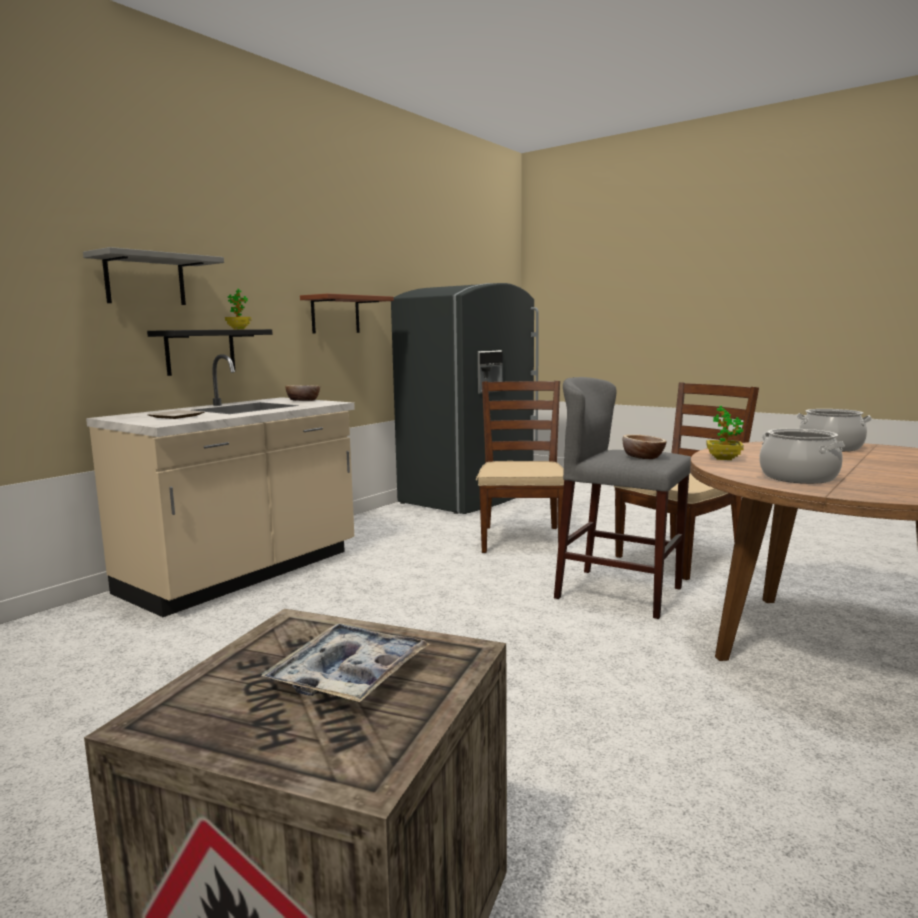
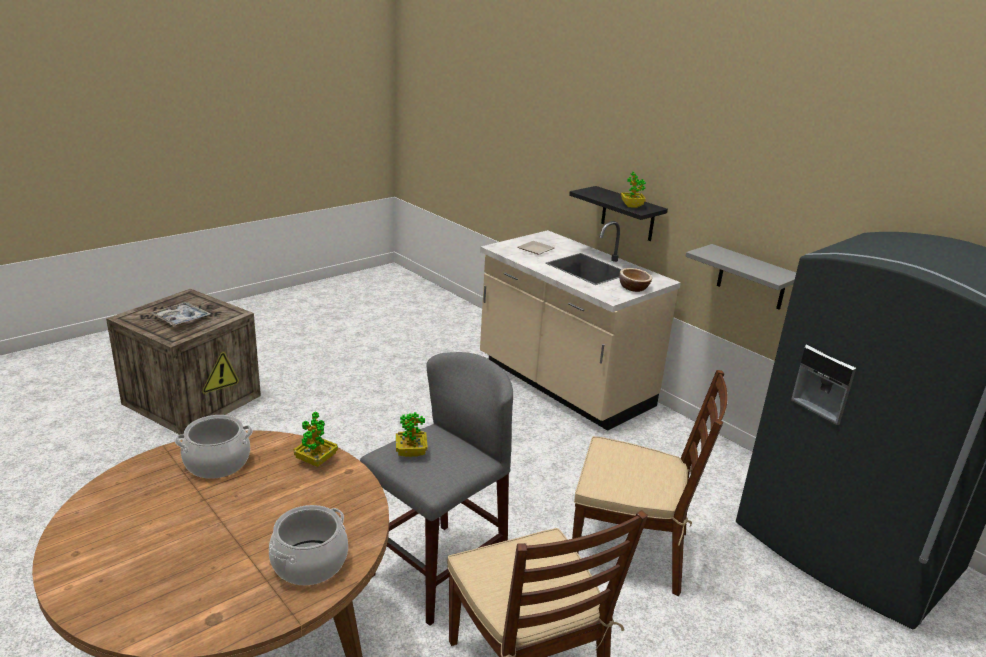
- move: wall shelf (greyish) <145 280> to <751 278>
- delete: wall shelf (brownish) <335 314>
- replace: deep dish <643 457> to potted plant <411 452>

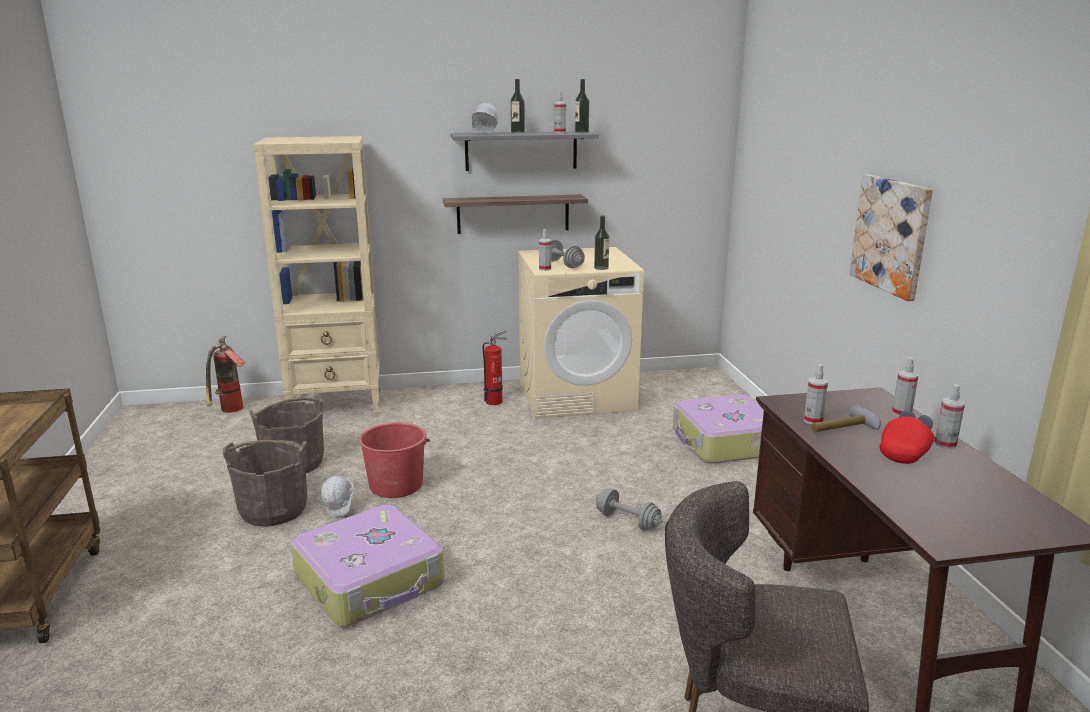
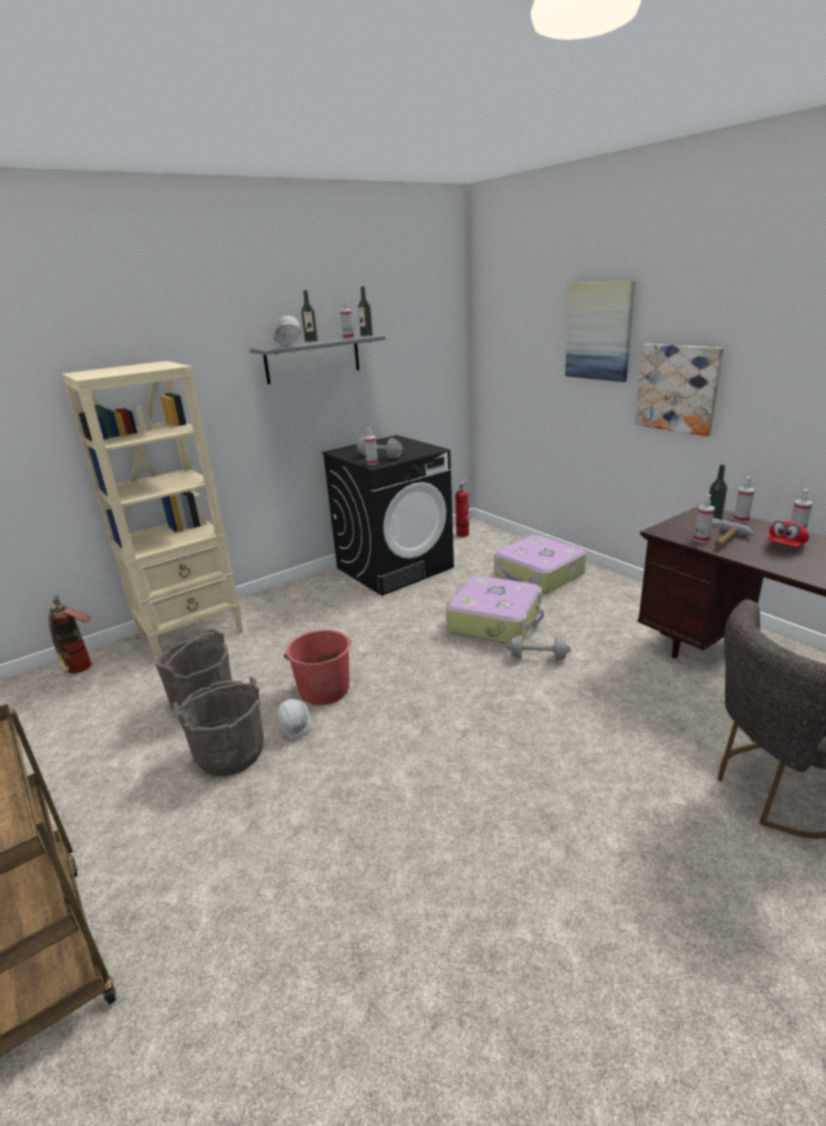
- move: travel case <371 580> to <496 621>
- delete: wall shelf <513 214>
- move: fire extinguisher <496 401> to <463 533>
- recolor: laundry appliance (beige) <577 395> to laundry appliance (black) <395 567>
- move: drink bottle <601 268> to <713 520>
- rotate: cap (red) <905 452> = <785 546> 150 degrees counterclockwise
- insert: picture <599 331>

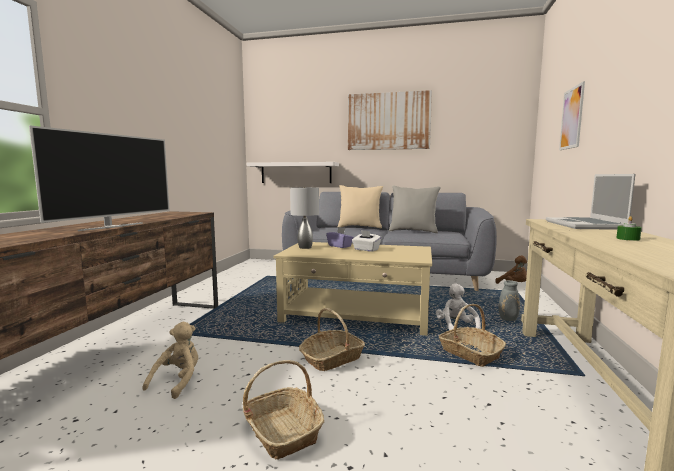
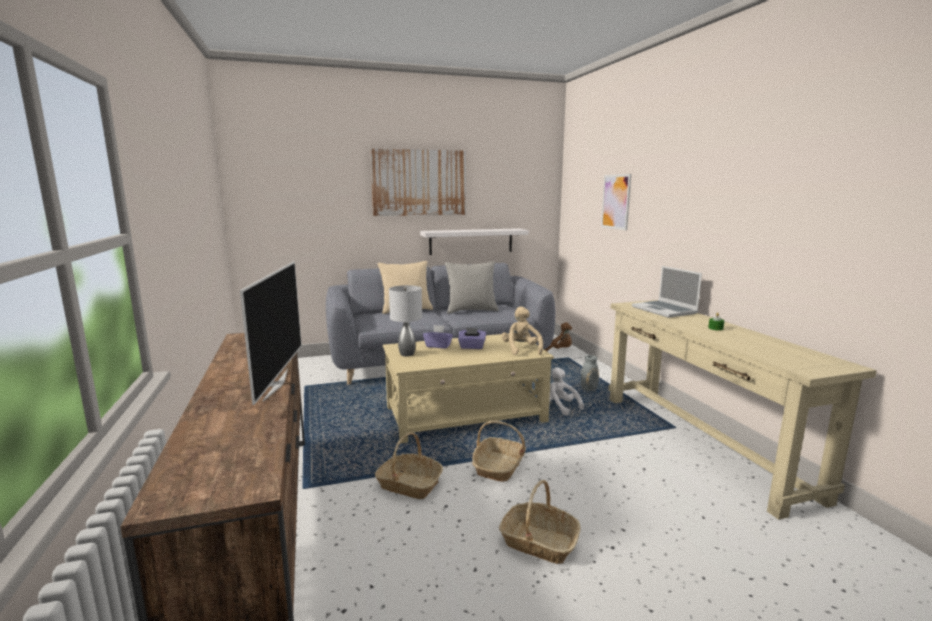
- move: plush toy (beige) <178 381> to <521 350>
- move: wall shelf (white) <296 173> to <471 241>
- recolor: tissue holder (white) <366 249> to tissue holder (purplish) <472 347>
- move: storage basket <470 353> to <409 484>

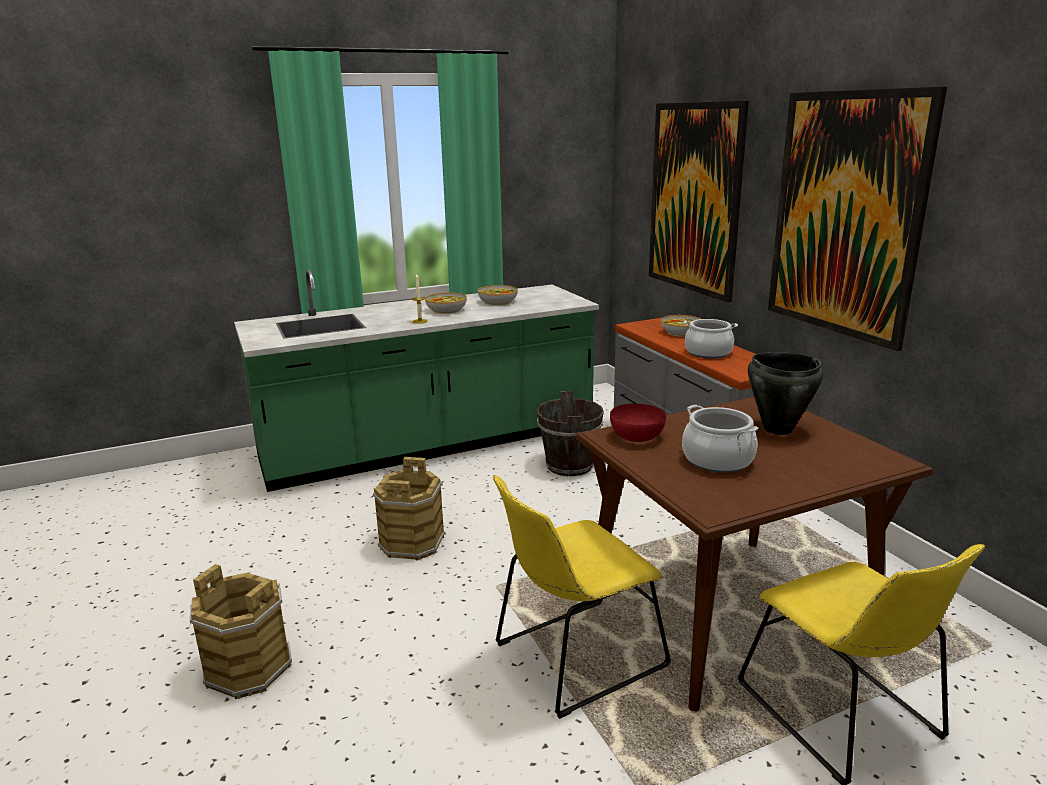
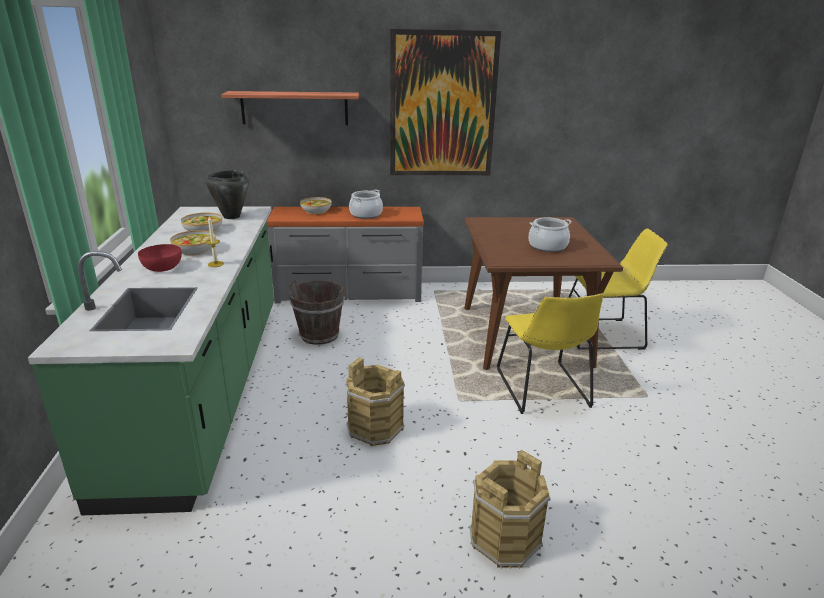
- move: deep dish (red) <637 436> to <162 268>
- replace: picture <694 199> to wall shelf <294 108>
- move: saucepot (black) <777 429> to <231 216>

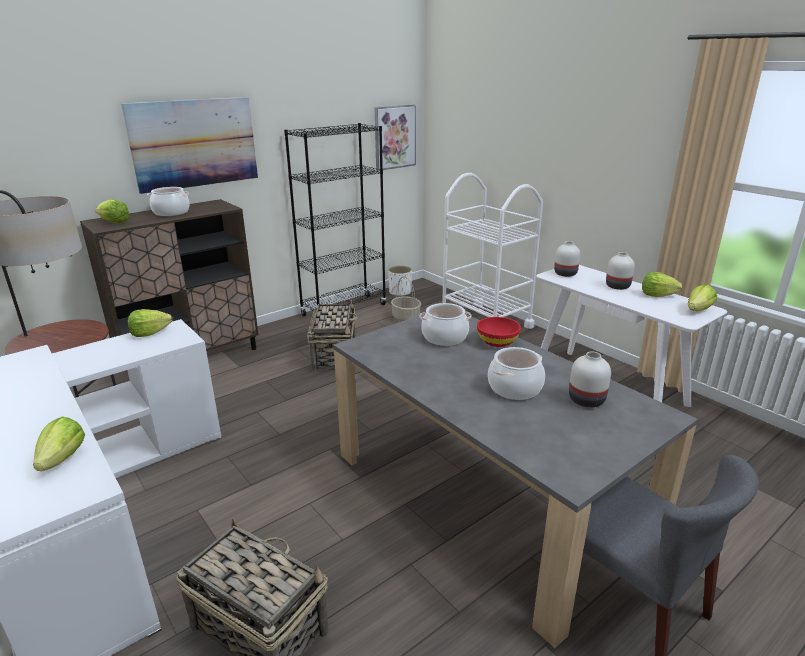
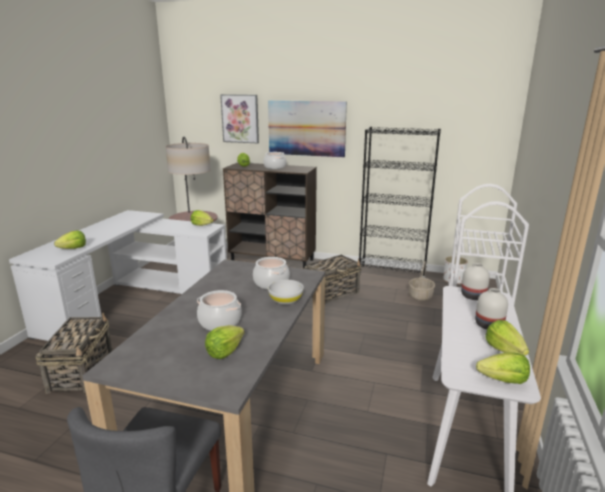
- move: picture <394 137> to <240 118>
- recolor: deep dish (red) <497 342> to deep dish (white) <286 300>
- replace: vase (white) <586 400> to head of lettuce <225 352>

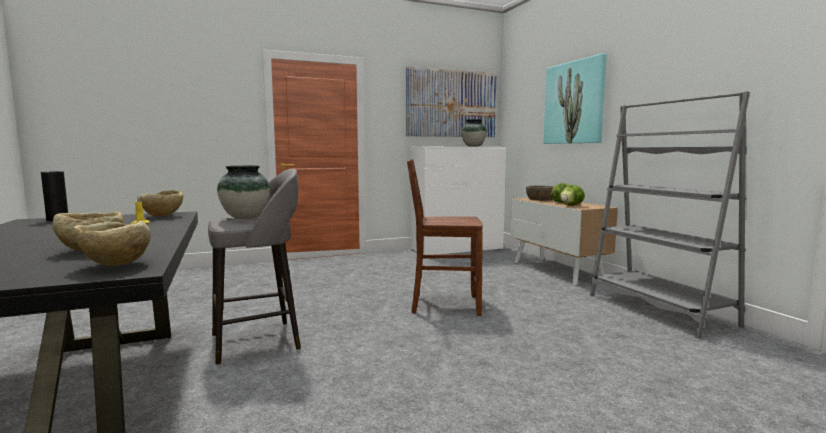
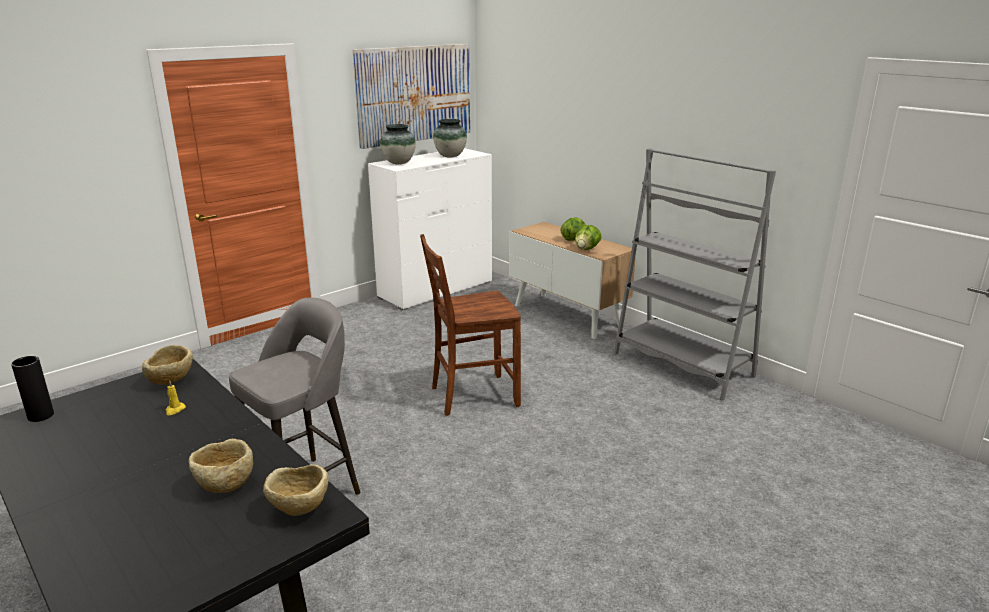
- move: vase <245 217> to <398 163>
- delete: deep dish (brownish) <540 199>
- delete: picture <574 103>

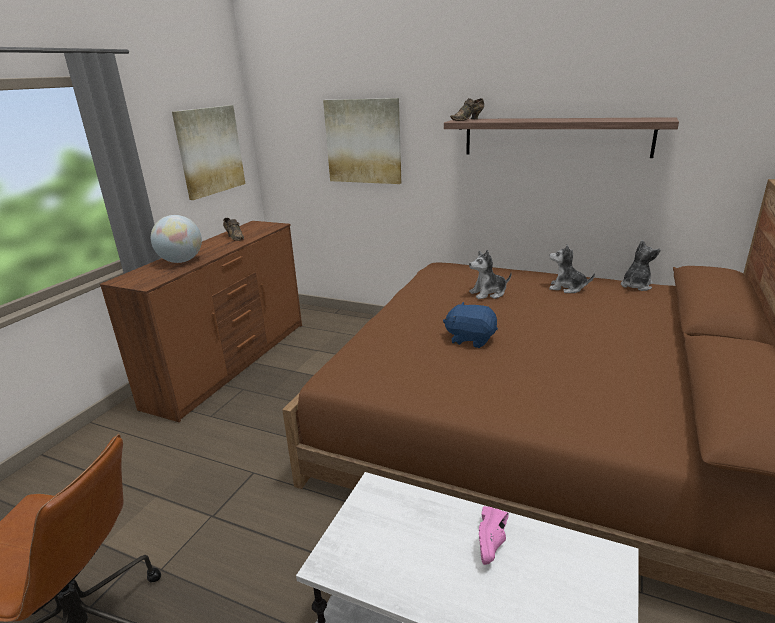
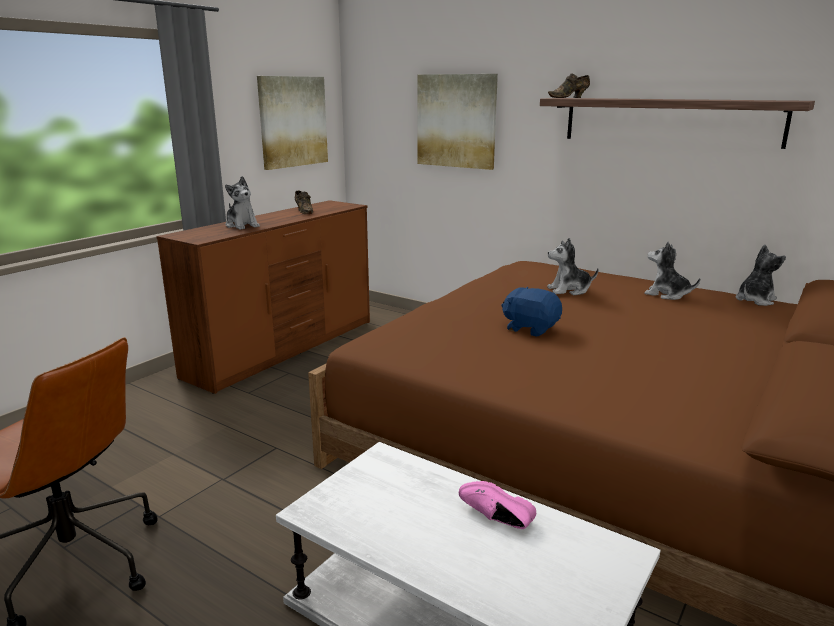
- replace: world globe <181 261> to plush toy <242 225>
- rotate: shoe (pinkish) <494 542> = <494 519> 90 degrees clockwise

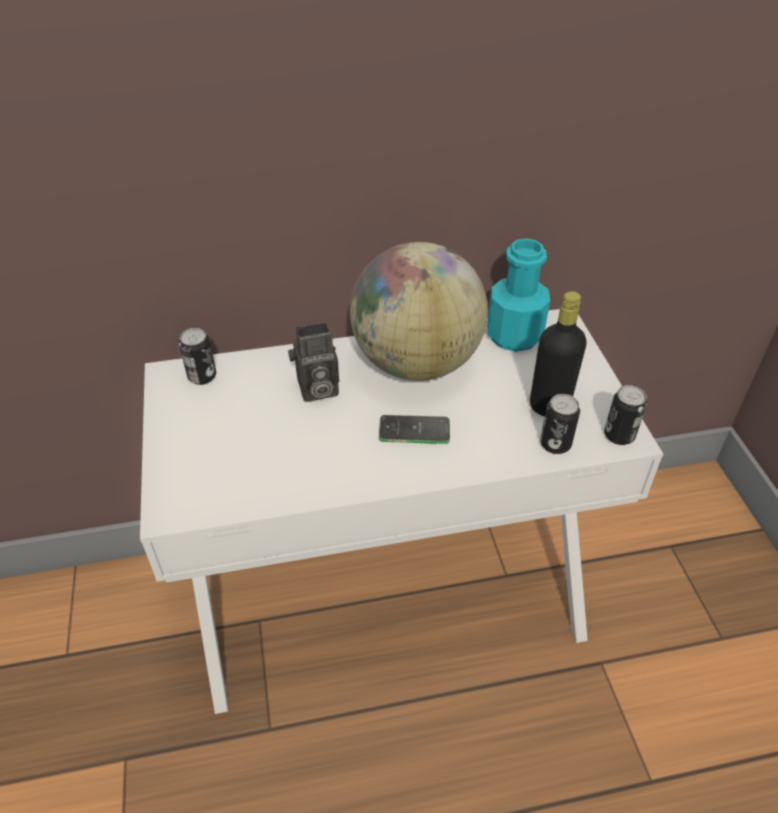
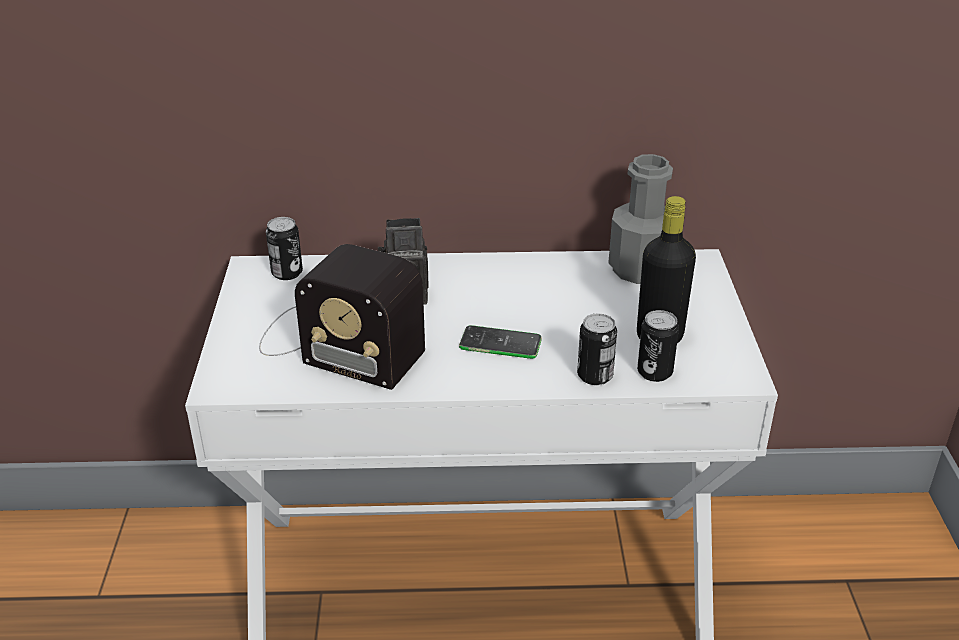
- delete: world globe <416 363>
- recolor: drink bottle (blue-green) <514 335> to drink bottle (greyish) <640 269>
- move: sealed can <619 435> to <595 376>
- insert: radio set <336 343>

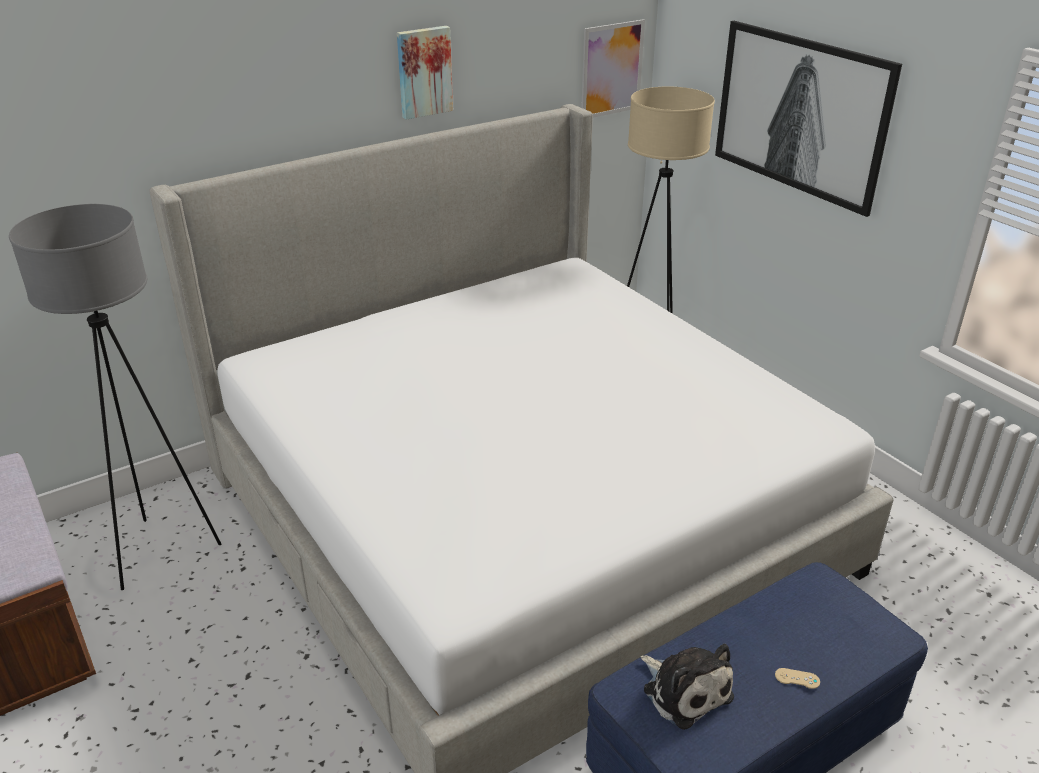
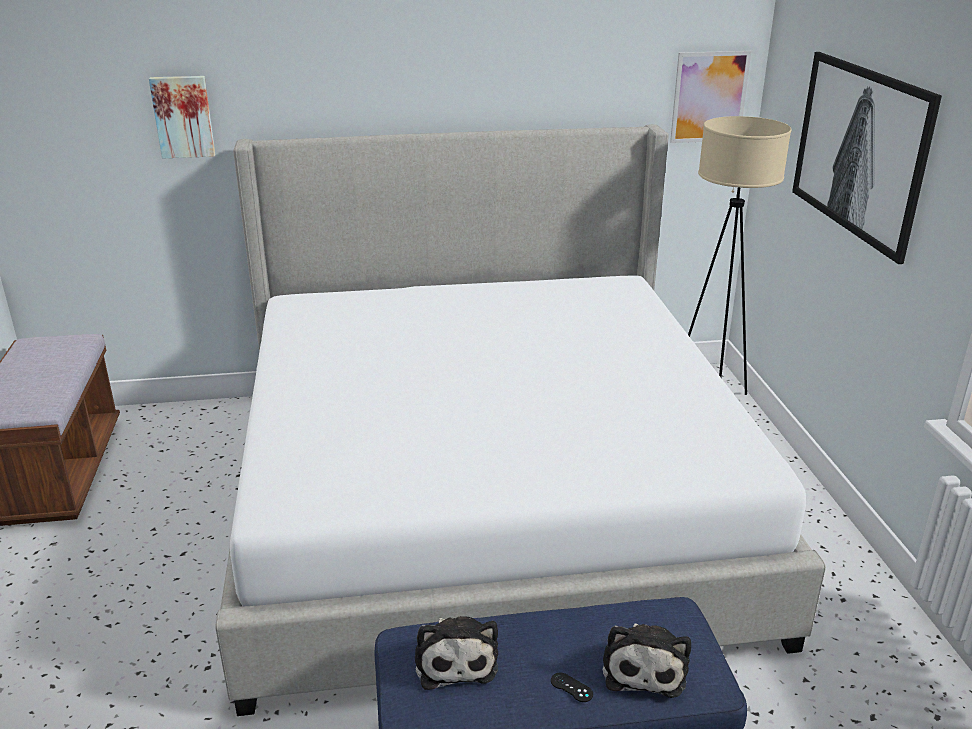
- delete: floor lamp (greyish) <161 551>
- move: picture <423 72> to <183 116>
- recolor: joypad (beige) <797 678> to joypad (black) <571 687>
- insert: plush toy <644 667>

